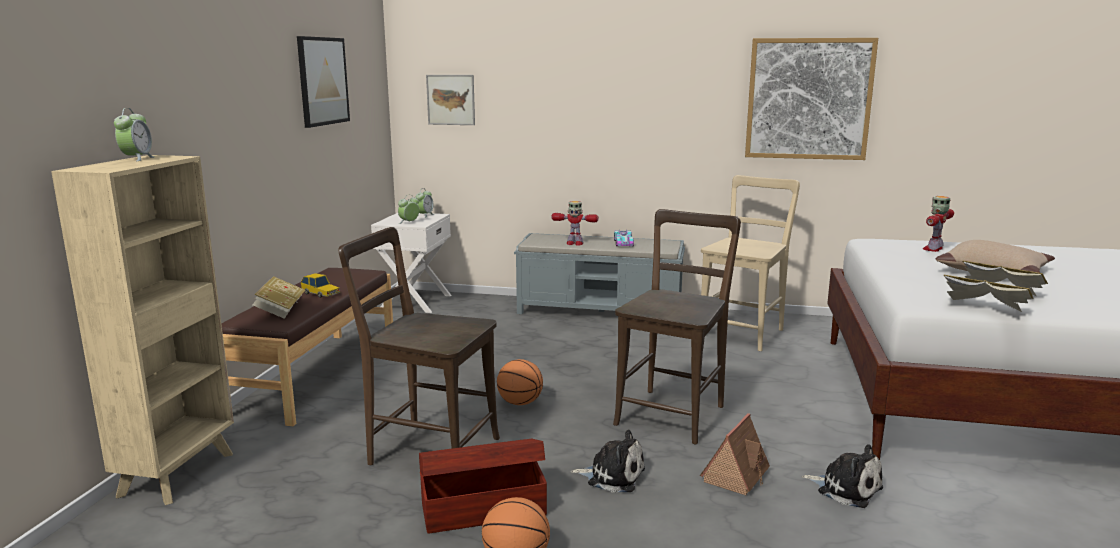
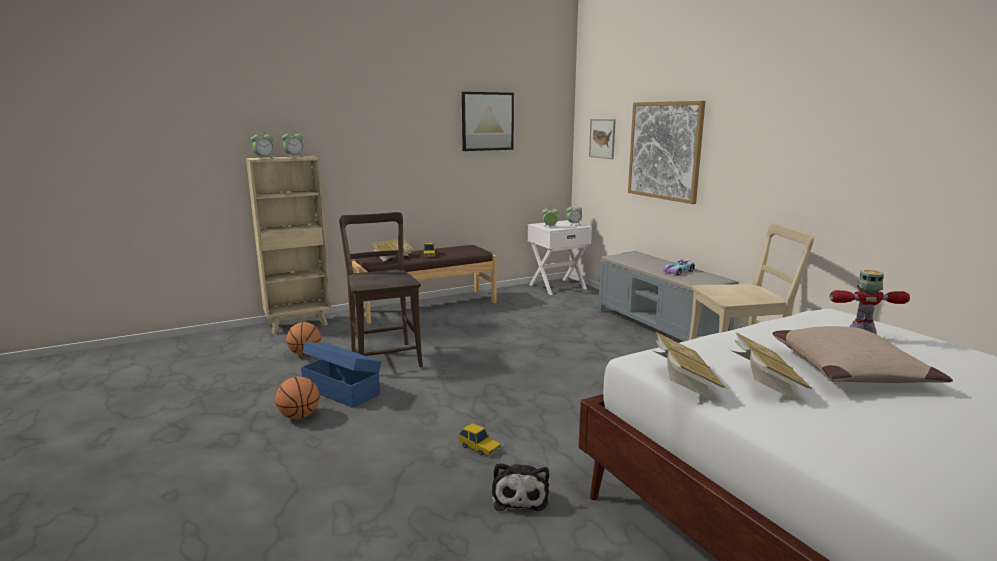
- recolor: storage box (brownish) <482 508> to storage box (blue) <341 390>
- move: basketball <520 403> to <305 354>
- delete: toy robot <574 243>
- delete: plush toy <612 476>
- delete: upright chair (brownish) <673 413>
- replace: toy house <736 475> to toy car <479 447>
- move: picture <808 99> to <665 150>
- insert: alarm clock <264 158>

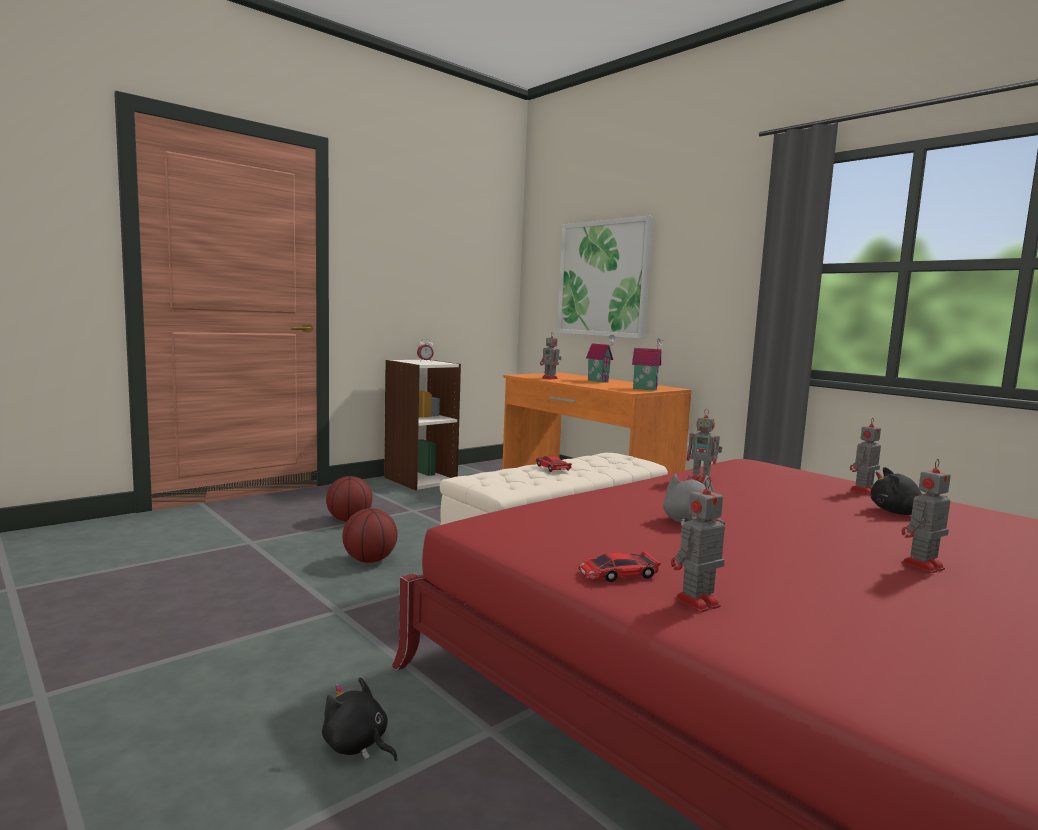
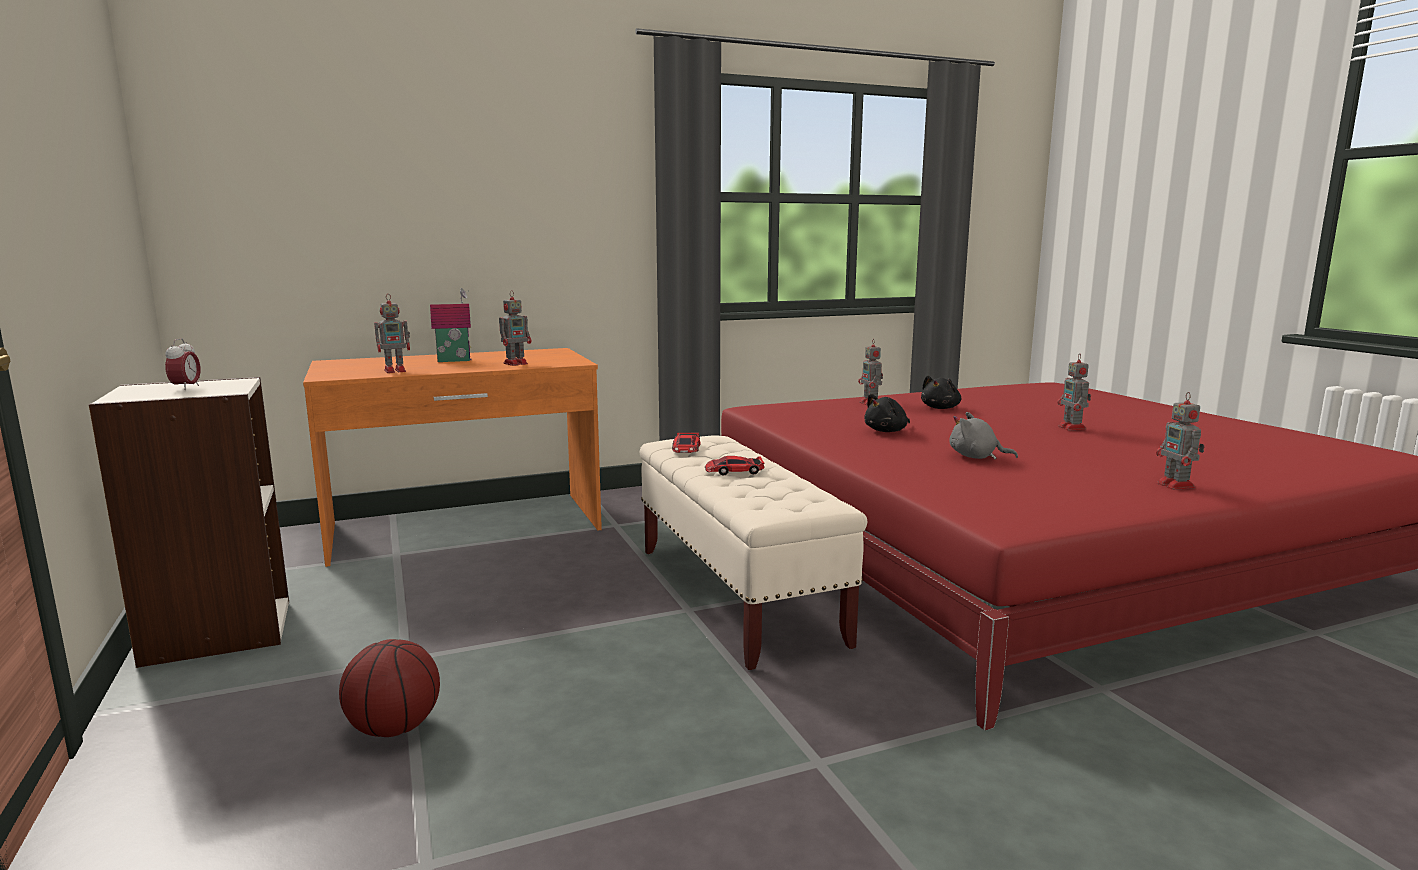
- move: plush toy (black) <357 746> to <887 431>
- delete: basketball <369 560>
- delete: picture <603 279>
- move: toy car <618 574> to <686 448>
- delete: toy house <645 389>
- move: toy robot <702 481> to <516 363>

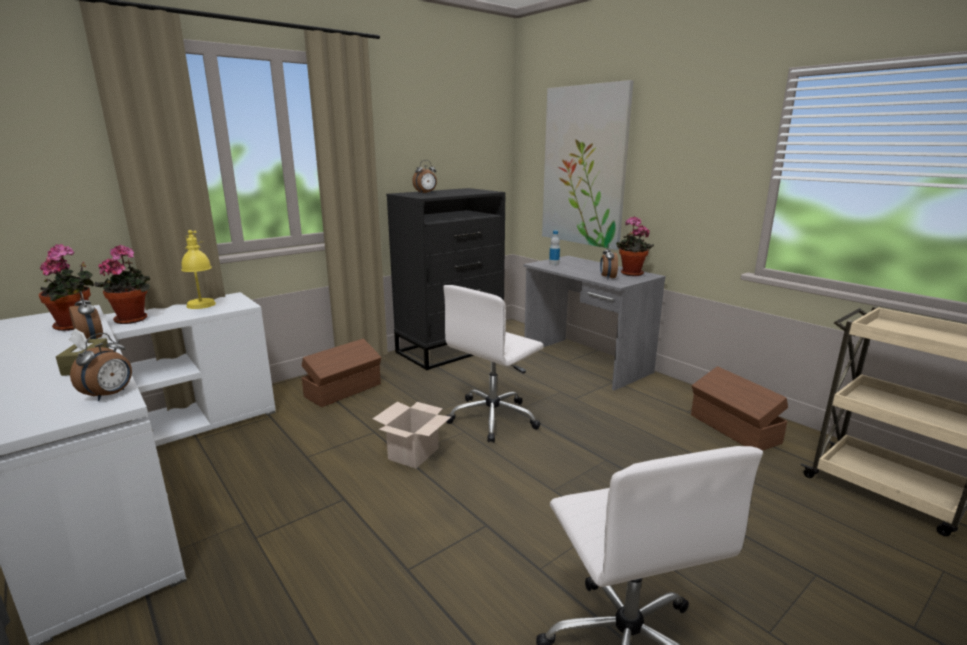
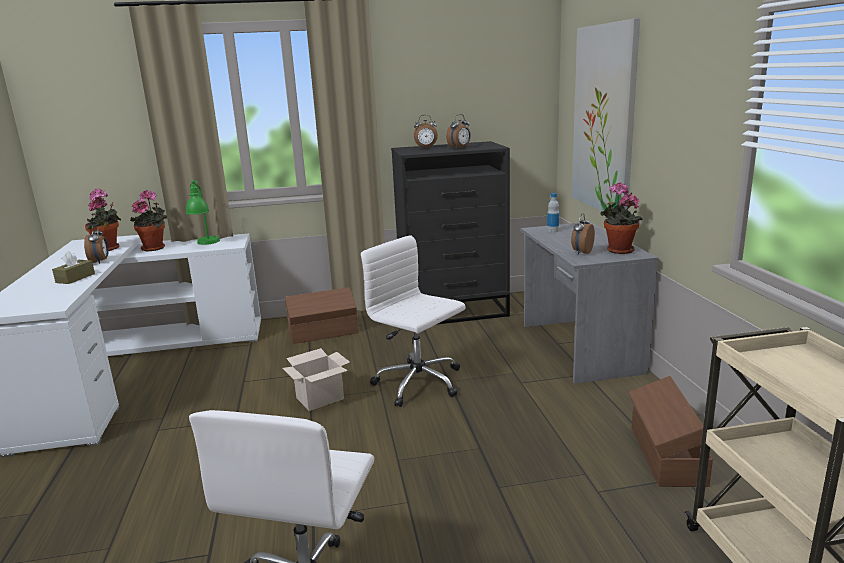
- move: alarm clock <110 395> to <459 148>
- recolor: table lamp (yellow) <203 308> to table lamp (green) <206 244>
- rotate: office chair (white) <494 418> = <419 384> 60 degrees clockwise

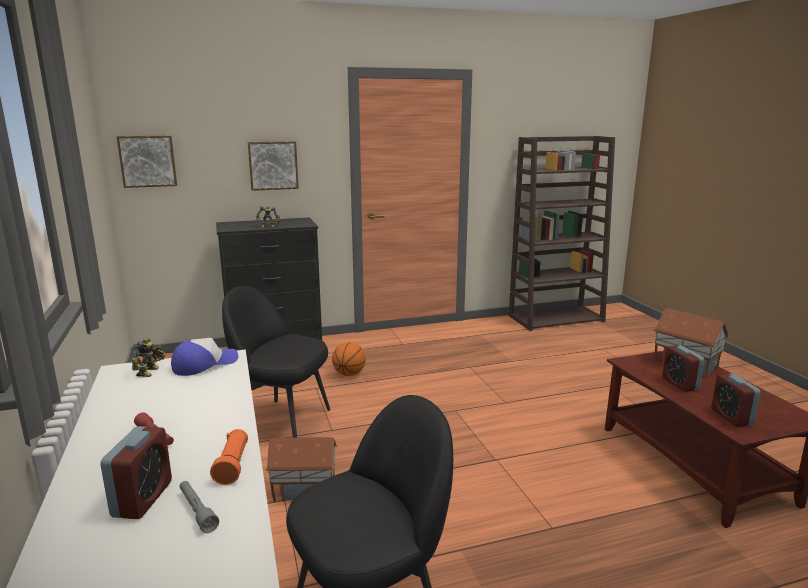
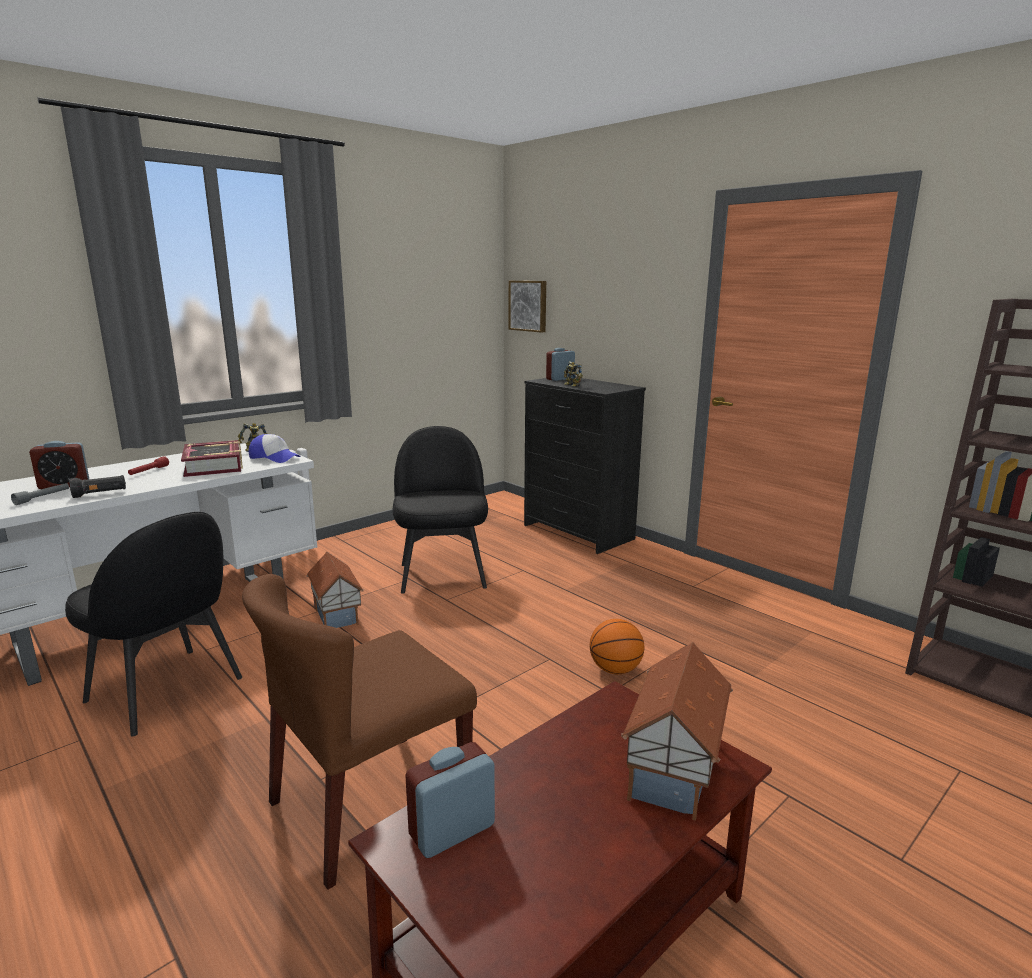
- recolor: flashlight (orange) <233 465> to flashlight (black) <100 494>
- delete: picture <273 165>
- move: basketball <349 374> to <615 669>
- move: alarm clock <680 384> to <560 379>
- insert: book <214 466>
- insert: upright chair (brownish) <369 803>

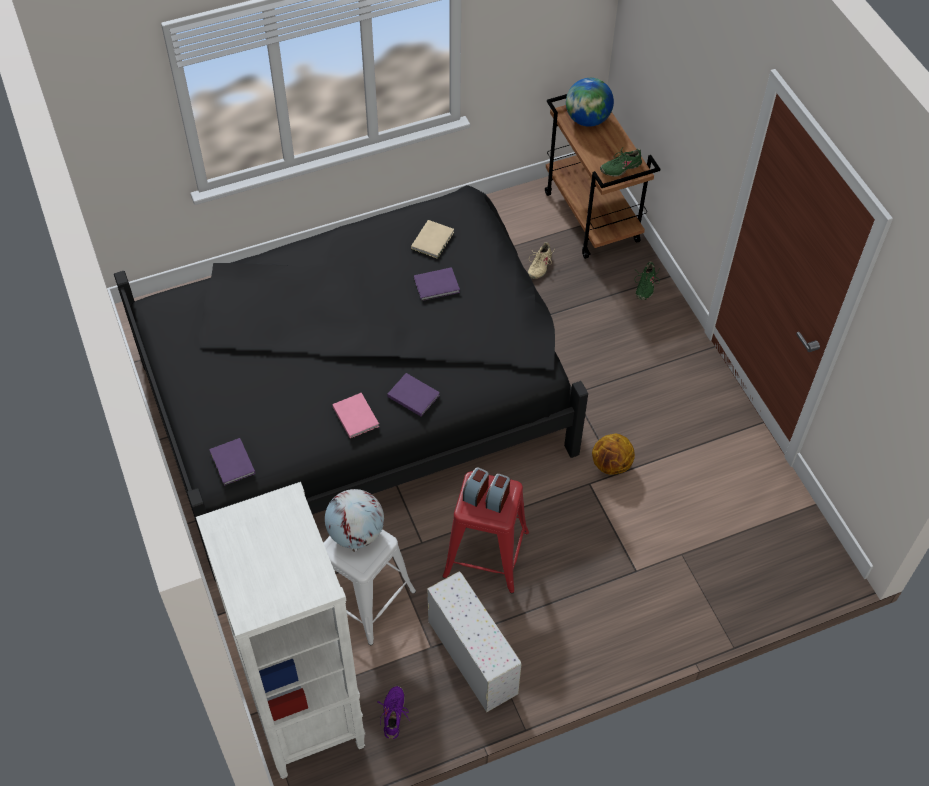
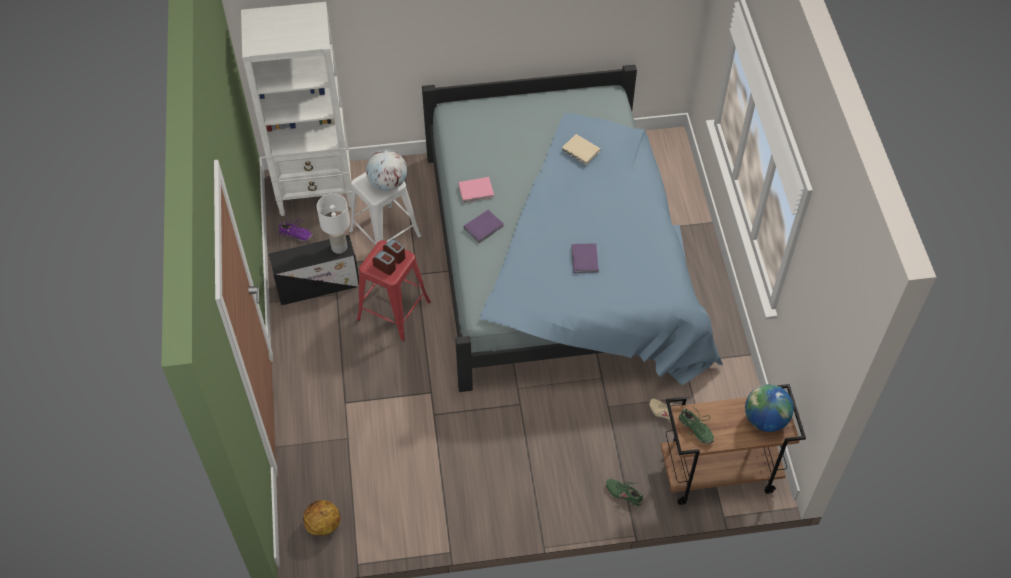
- recolor: bed (black) <360 392> to bed (blue) <560 261>
- delete: book (purplish) <232 464>
- move: book (beige) <433 240> to <581 151>
- recolor: storage box (white) <471 655> to storage box (black) <319 285>
- move: basketball <611 465> to <323 525>
- rotate: shoe (green) <620 167> = <695 429> 150 degrees clockwise
- insert: table lamp (white) <339 247>

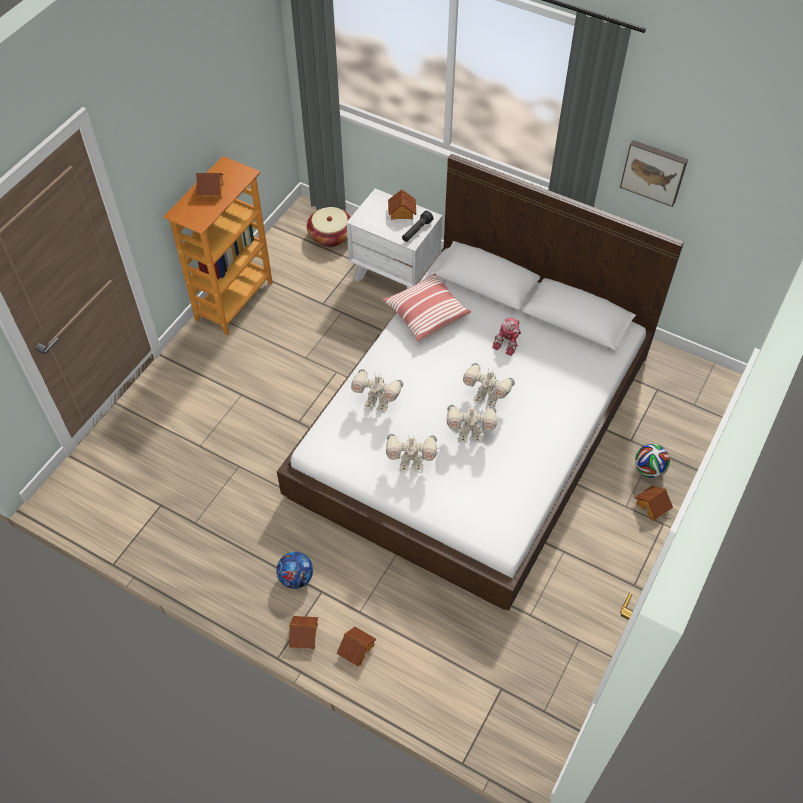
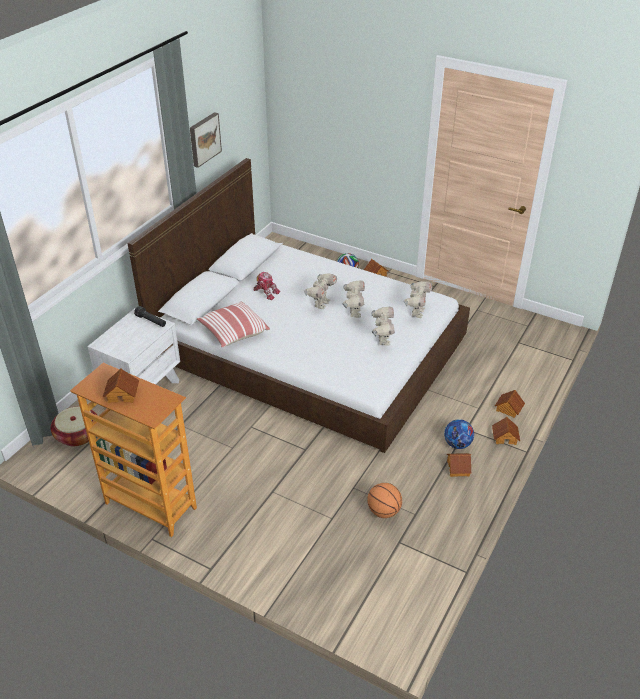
- move: toy robot <377 403> to <416 313>
- move: toy house <401 212> to <458 468>
- insert: basketball <383 511>

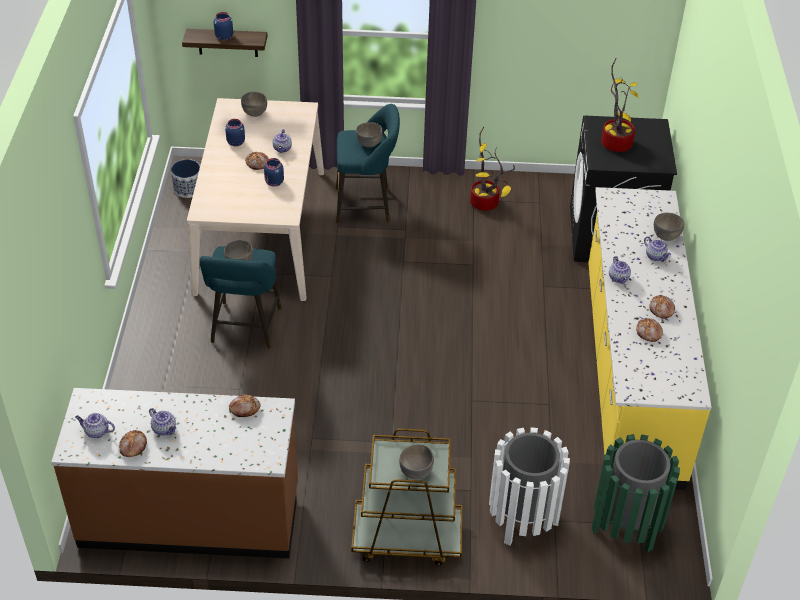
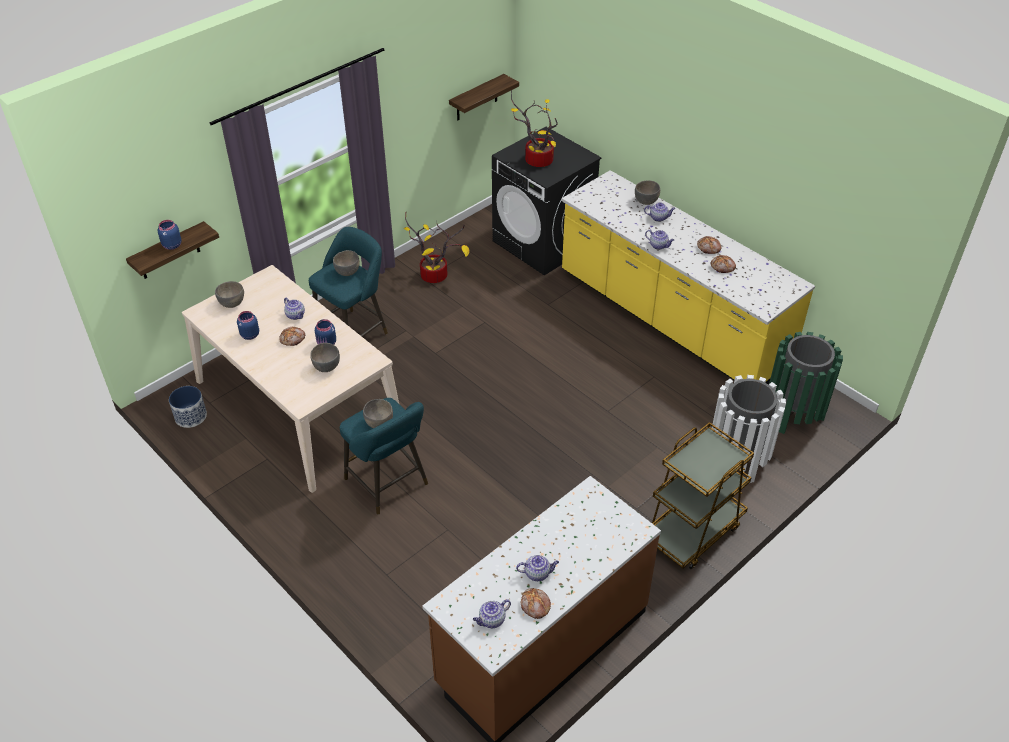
- delete: bakery bread <244 408>
- move: deep dish (greyish) <416 471> to <326 367>
- insert: wall shelf <476 98>

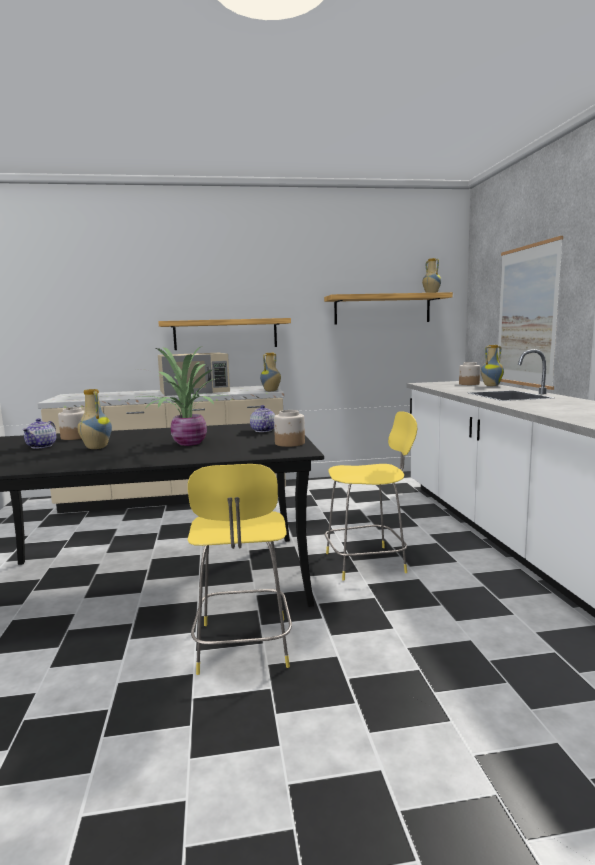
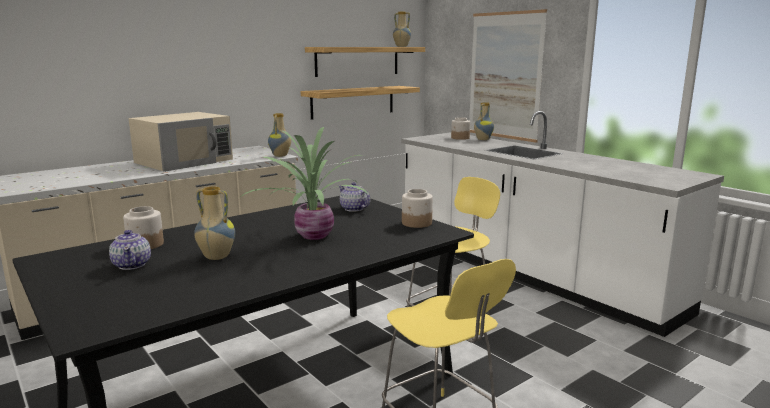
- move: wall shelf <225 334> to <353 102>

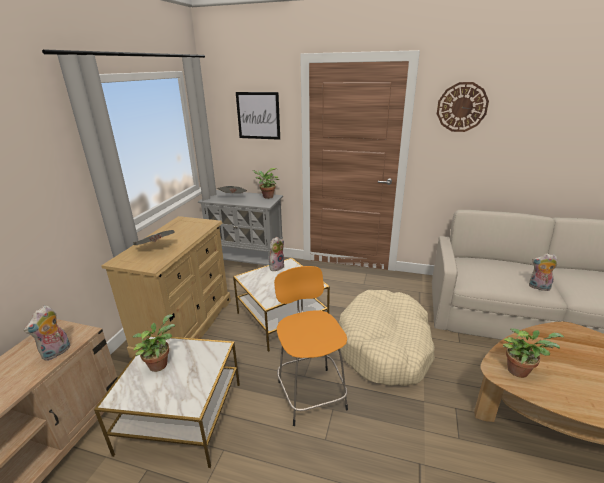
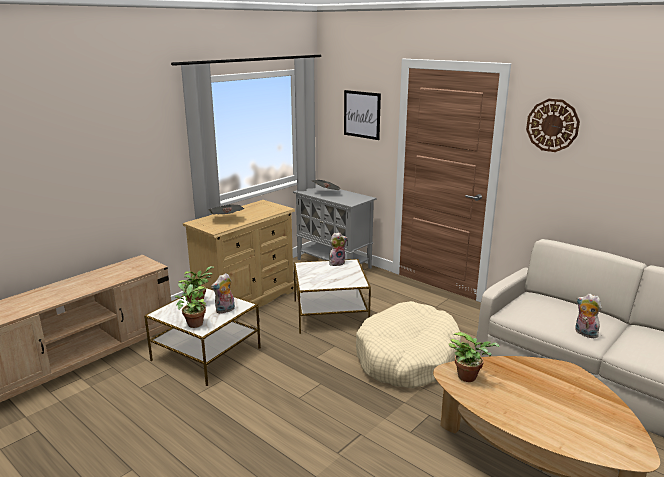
- move: plush toy <57 353> to <225 310>
- move: potted plant <266 197> to <193 324>
- delete: sitting stool (orange) <310 393>

